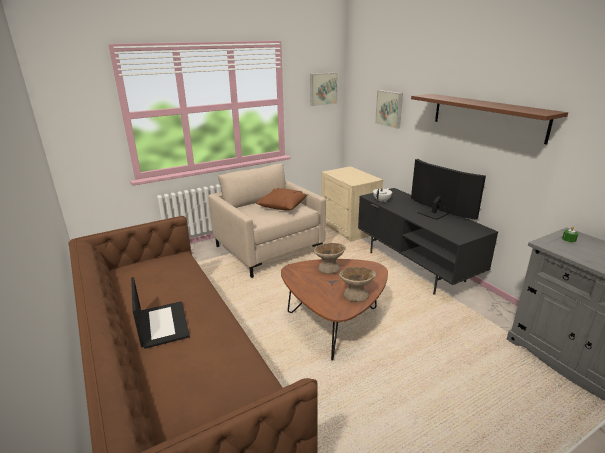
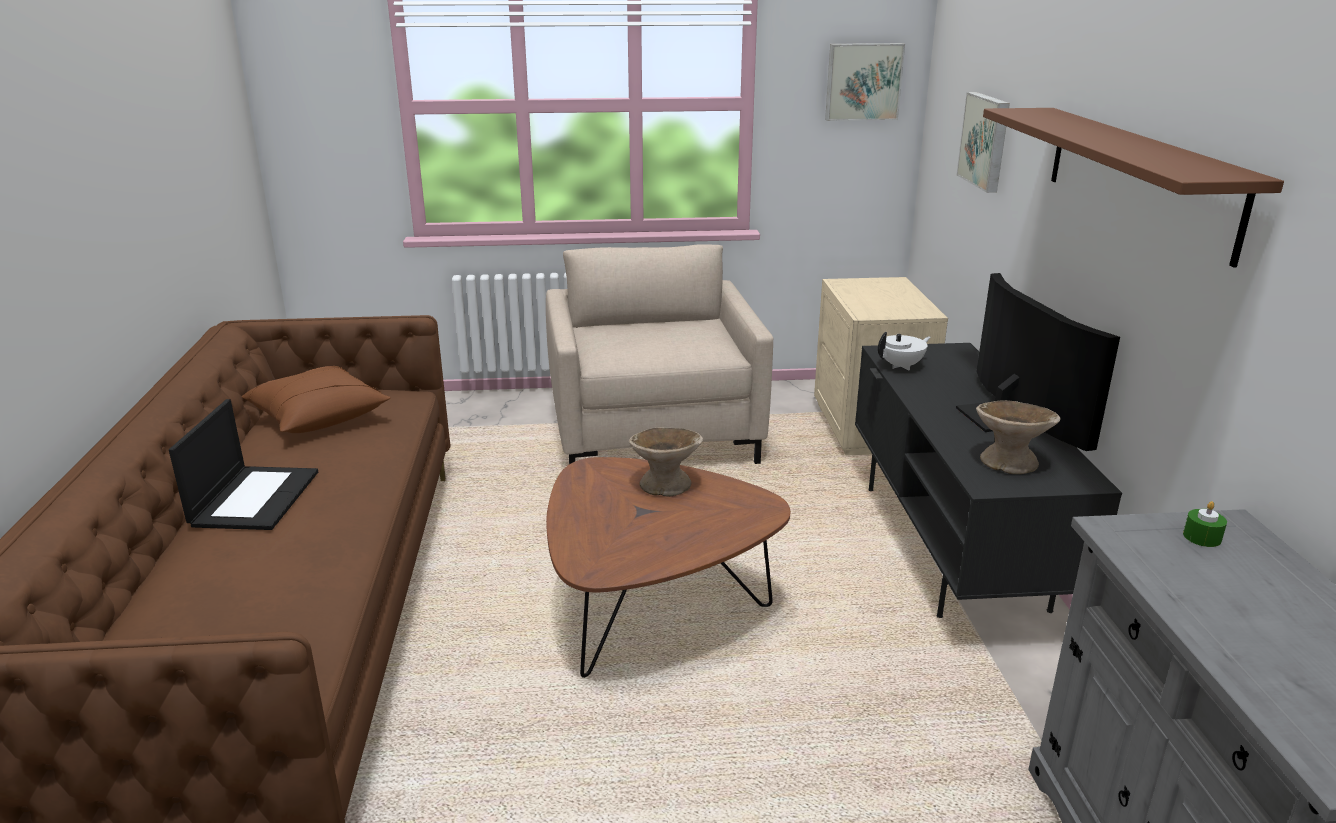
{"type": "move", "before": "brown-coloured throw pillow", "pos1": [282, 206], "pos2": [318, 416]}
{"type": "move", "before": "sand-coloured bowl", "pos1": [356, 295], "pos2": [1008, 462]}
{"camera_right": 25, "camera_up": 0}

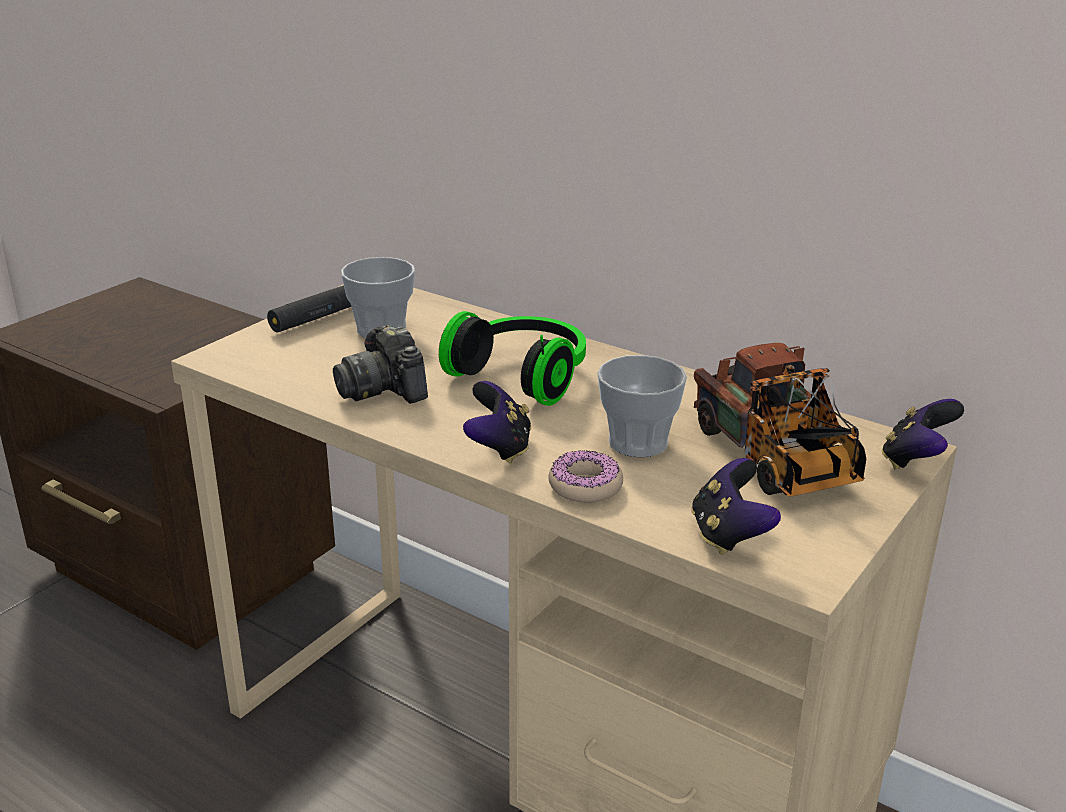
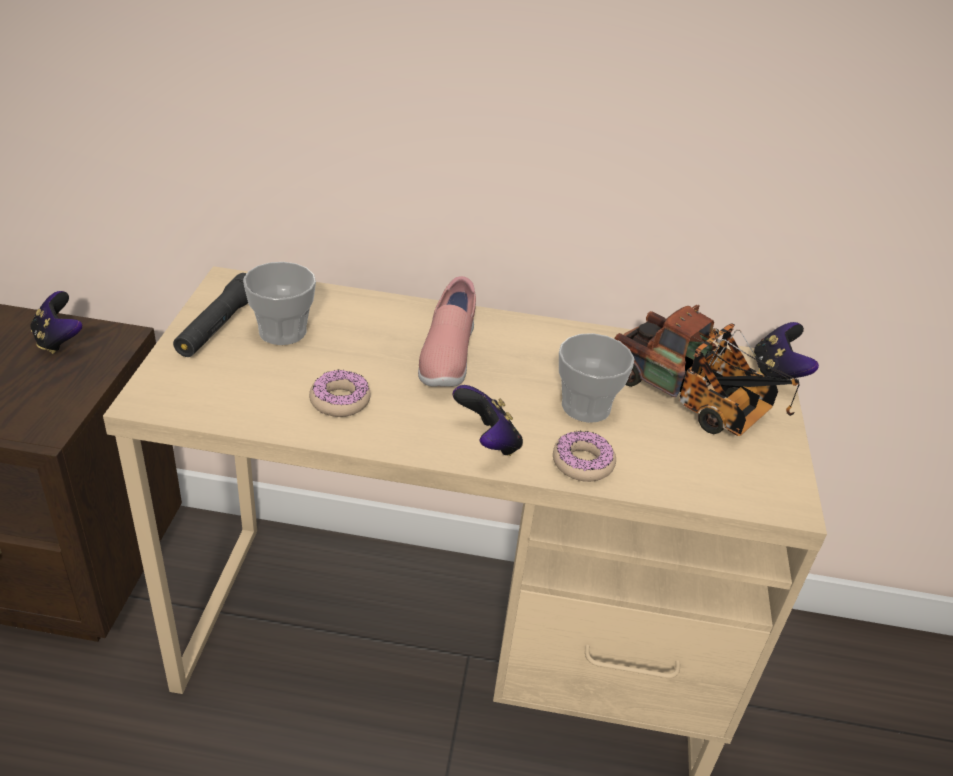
{"type": "move", "before": "gamepad", "pos1": [729, 535], "pos2": [58, 340]}
{"type": "replace", "before": "photo camera", "after": "ring doughnut", "pos1": [383, 389], "pos2": [340, 401]}
{"type": "replace", "before": "headset", "after": "pink-coloured low shoe", "pos1": [524, 376], "pos2": [446, 357]}
{"camera_right": -30, "camera_up": 10}

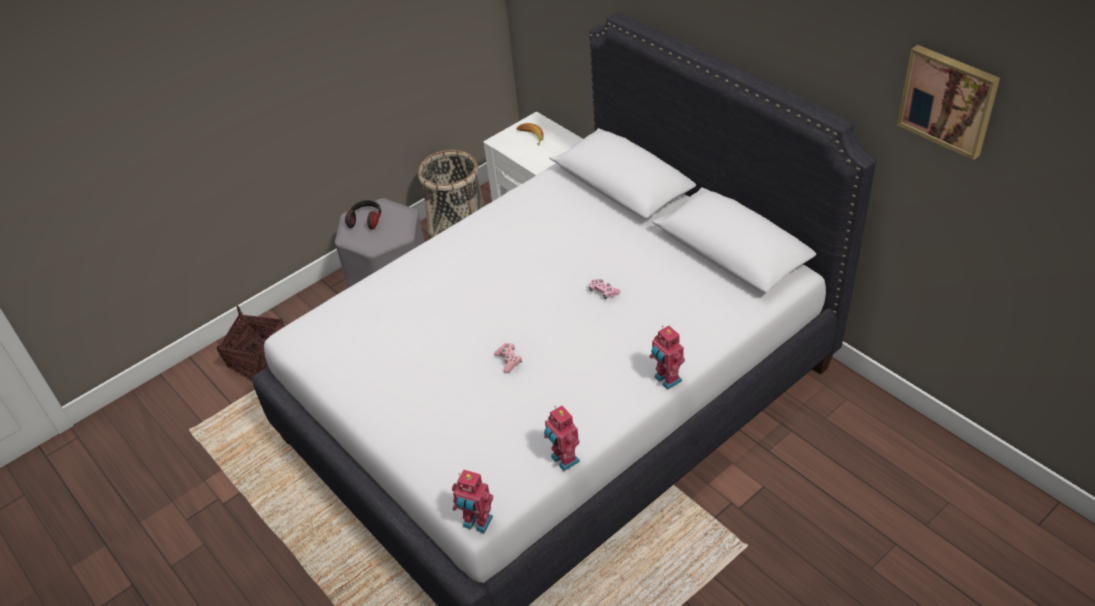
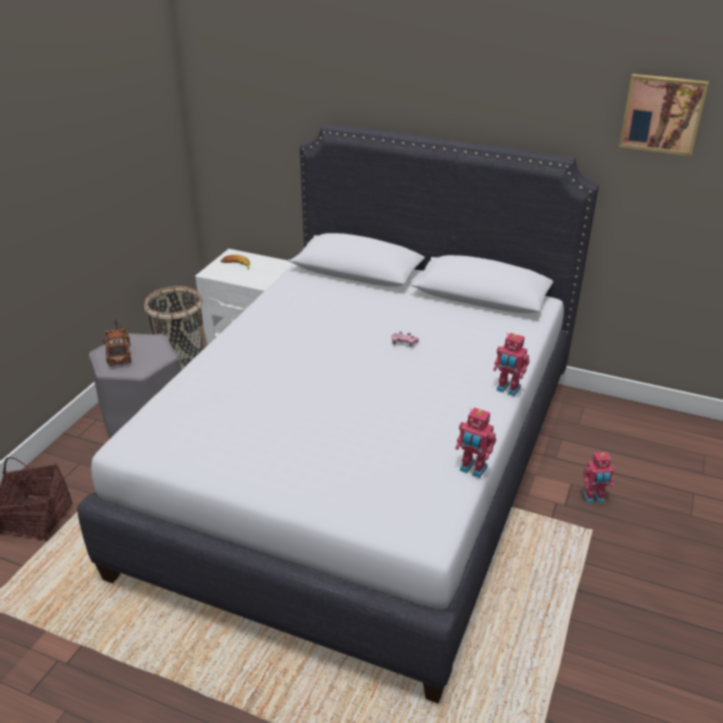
{"type": "delete", "before": "pink-coloured gamepad", "pos1": [508, 361]}
{"type": "move", "before": "toy robot", "pos1": [477, 523], "pos2": [593, 498]}
{"type": "replace", "before": "headset", "after": "toy lorry", "pos1": [366, 220], "pos2": [119, 352]}
{"camera_right": -30, "camera_up": -10}

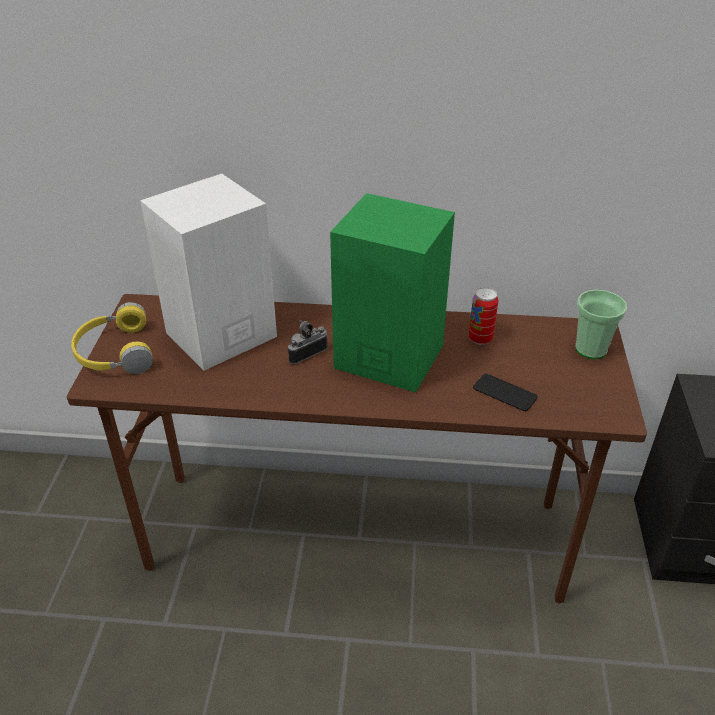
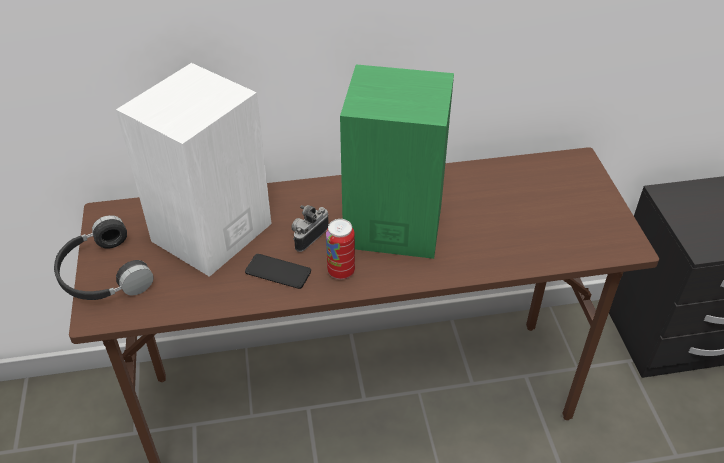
{"type": "delete", "before": "cup", "pos1": [591, 349]}
{"type": "move", "before": "can", "pos1": [480, 339], "pos2": [341, 271]}
{"type": "move", "before": "telephone", "pos1": [504, 393], "pos2": [278, 272]}
{"type": "recolor", "before": "yellowish headset", "after": "blackish headset", "pos1": [113, 352], "pos2": [102, 274]}
{"camera_right": -15, "camera_up": 5}

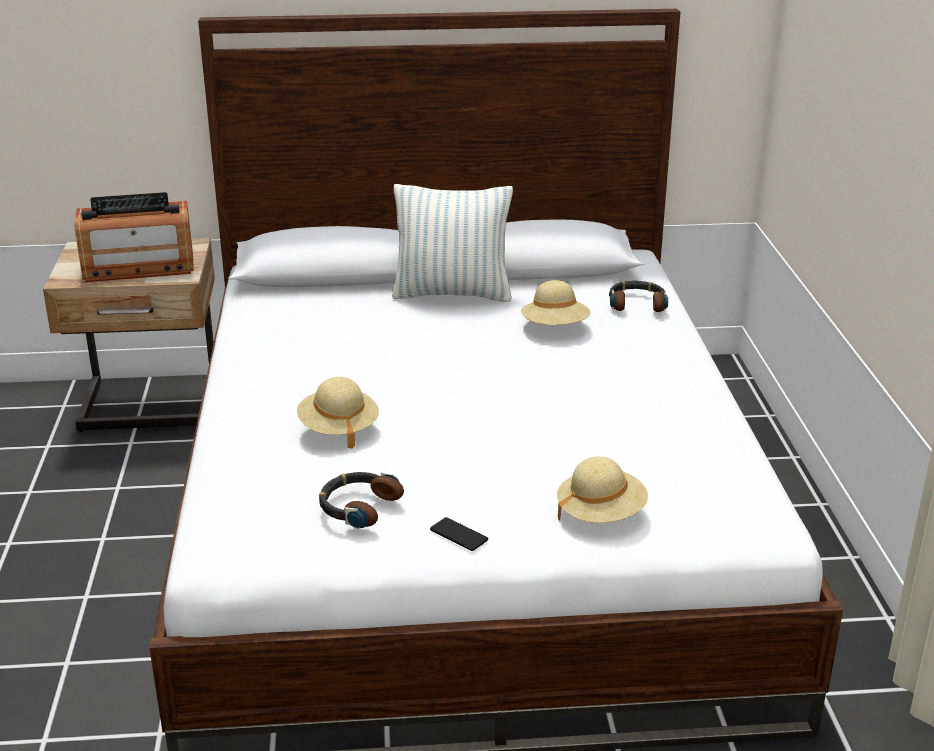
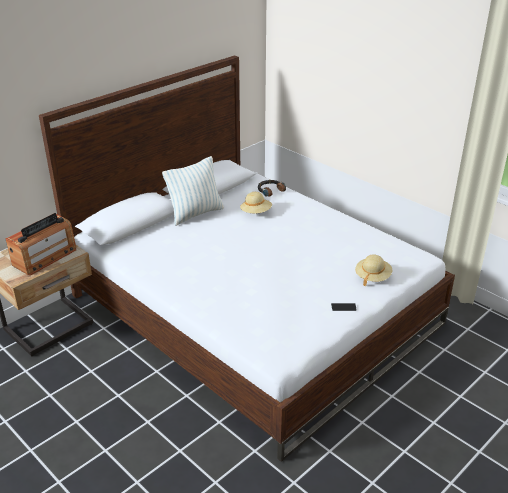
{"type": "delete", "before": "sand-coloured clothing hat", "pos1": [338, 429]}
{"type": "delete", "before": "headset", "pos1": [358, 506]}
{"camera_right": -40, "camera_up": 5}

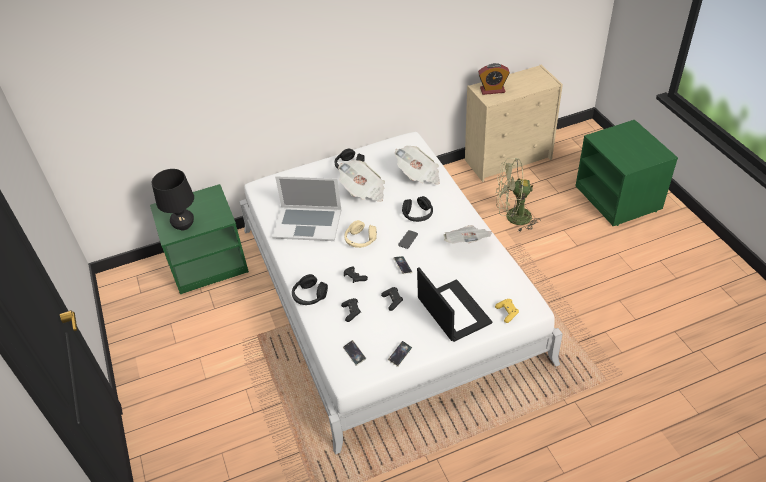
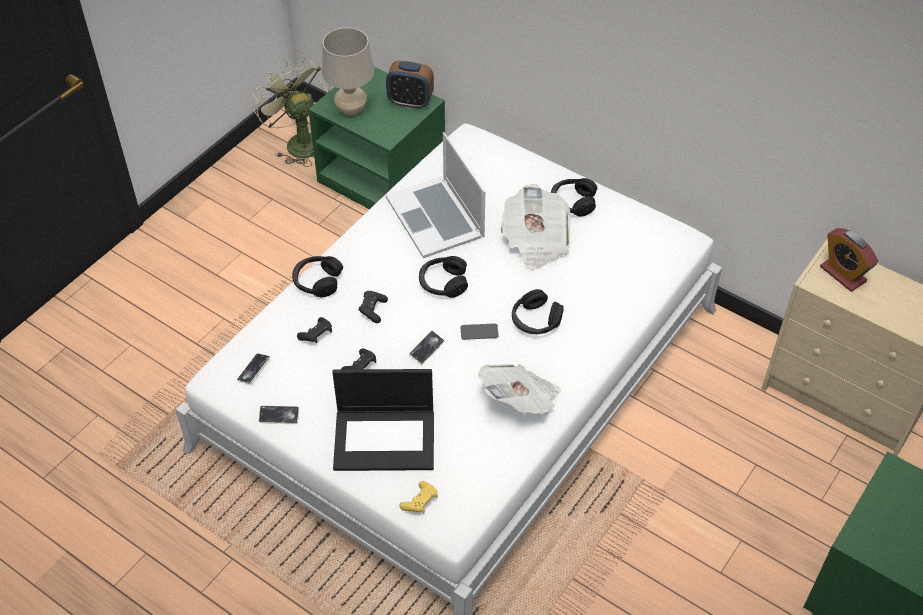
{"type": "delete", "before": "daily paper", "pos1": [419, 175]}
{"type": "insert", "after": "table clock", "pos2": [410, 102]}
{"type": "move", "before": "greenish fan", "pos1": [512, 218], "pos2": [299, 142]}
{"type": "recolor", "before": "blackish tabletop lamp", "after": "sand-coloured tabletop lamp", "pos1": [184, 226], "pos2": [351, 109]}
{"type": "recolor", "before": "sand-coloured headset", "after": "blackish headset", "pos1": [360, 240], "pos2": [443, 283]}
{"type": "rotate", "before": "notebook computer", "pos1": [452, 310], "pos2": [386, 439], "turn": 60}
{"camera_right": 55, "camera_up": 5}

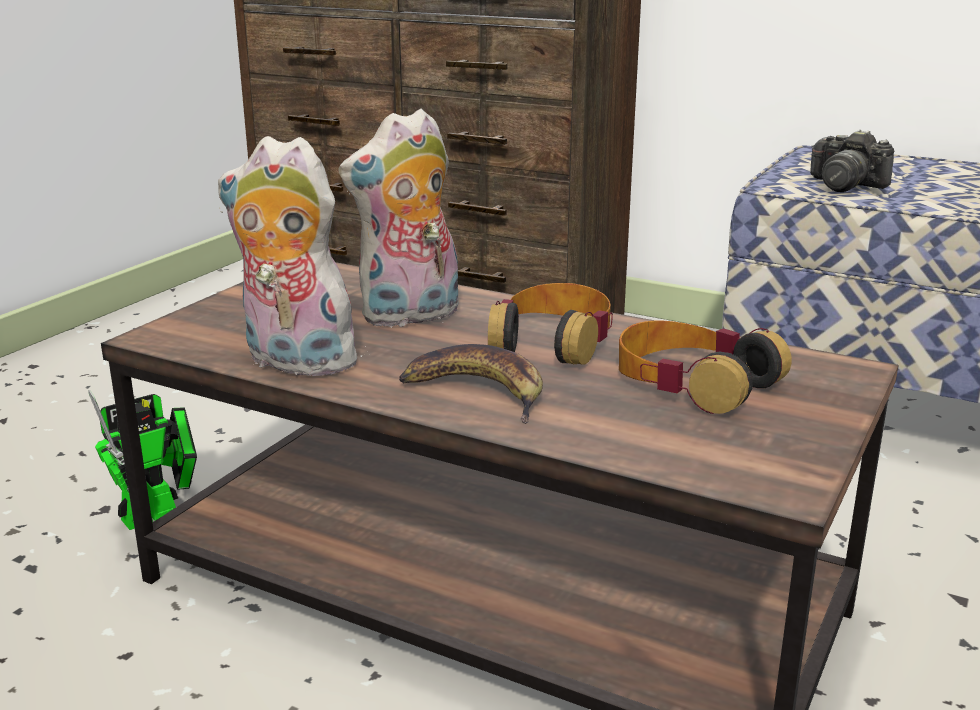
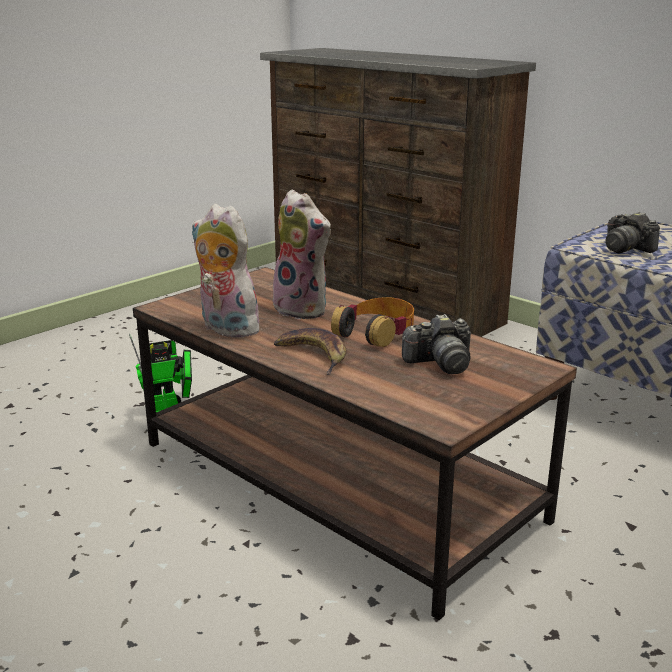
{"type": "replace", "before": "headset", "after": "photo camera", "pos1": [693, 382], "pos2": [440, 363]}
{"type": "rotate", "before": "cuddly toy", "pos1": [410, 316], "pos2": [304, 309], "turn": -120}
{"camera_right": 15, "camera_up": 0}

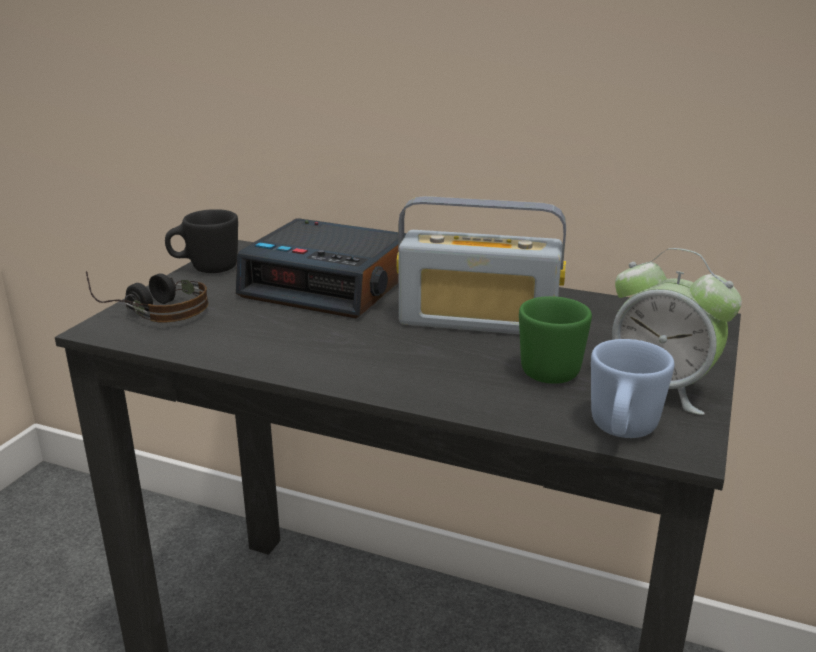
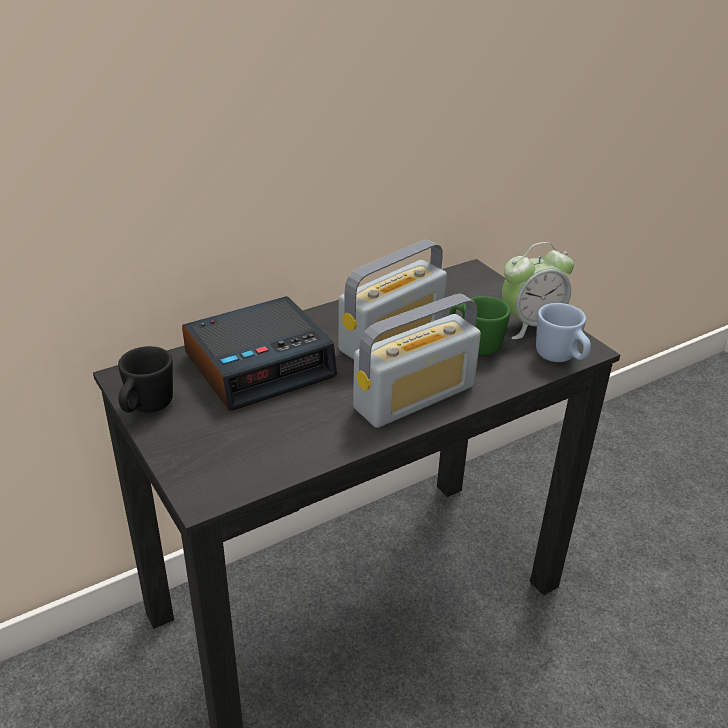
{"type": "delete", "before": "headset", "pos1": [150, 309]}
{"type": "insert", "after": "radio", "pos2": [415, 397]}
{"camera_right": -55, "camera_up": 10}

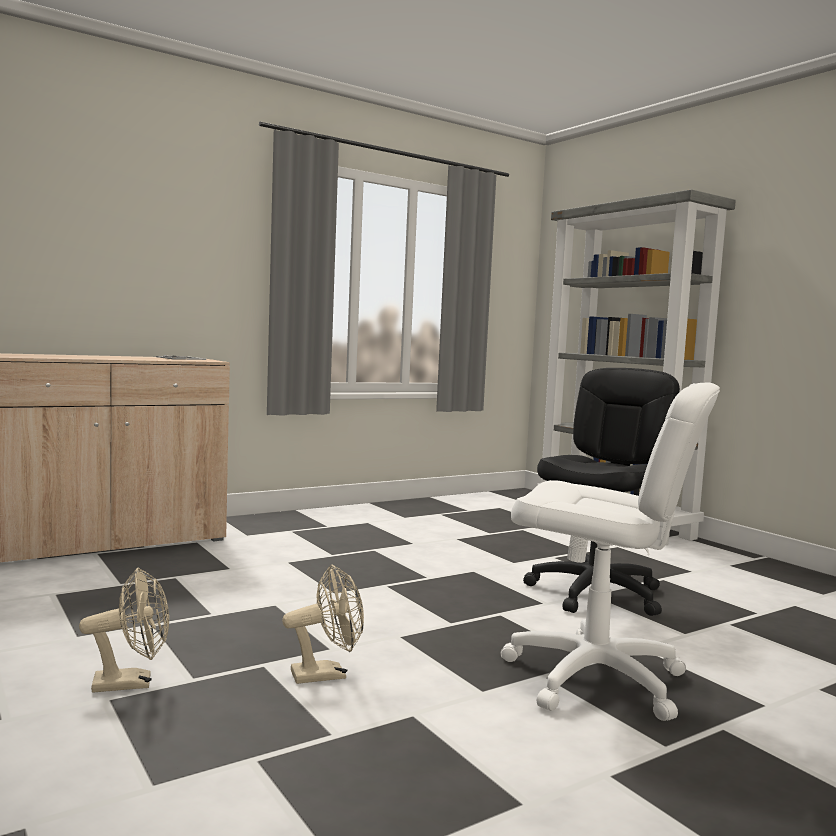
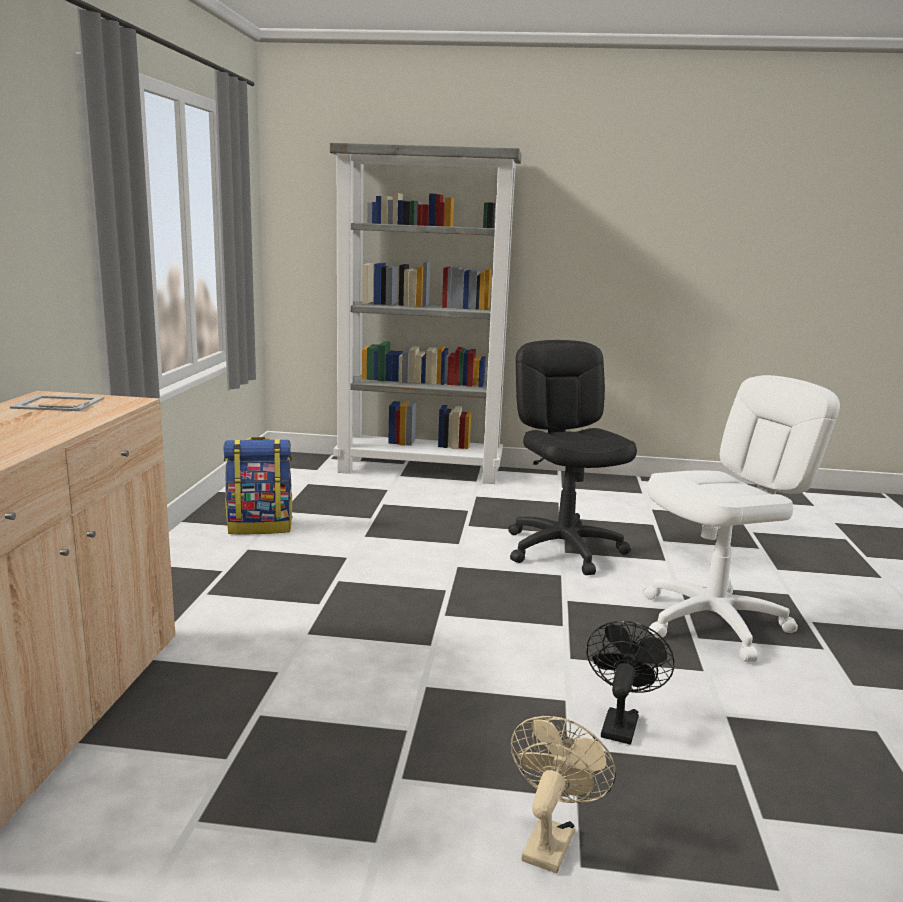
{"type": "insert", "after": "rucksack", "pos2": [260, 526]}
{"type": "recolor", "before": "sand-coloured fan", "after": "blackish fan", "pos1": [327, 674], "pos2": [620, 722]}
{"camera_right": -50, "camera_up": 10}

